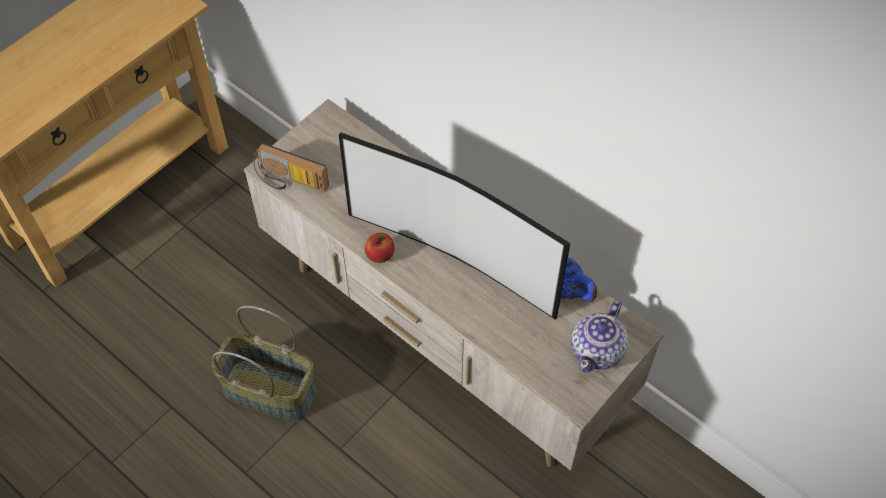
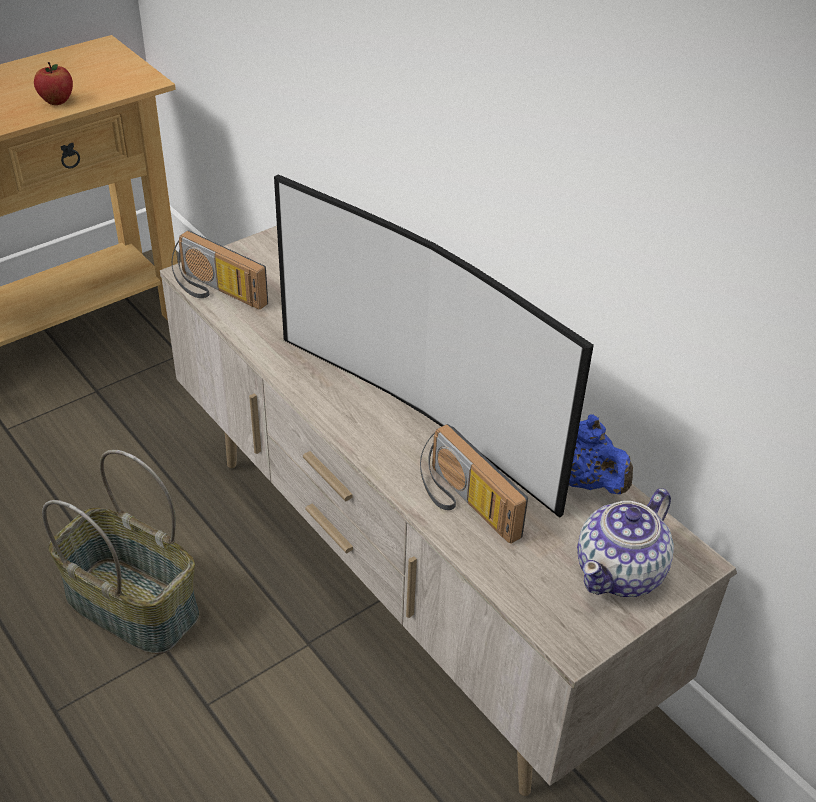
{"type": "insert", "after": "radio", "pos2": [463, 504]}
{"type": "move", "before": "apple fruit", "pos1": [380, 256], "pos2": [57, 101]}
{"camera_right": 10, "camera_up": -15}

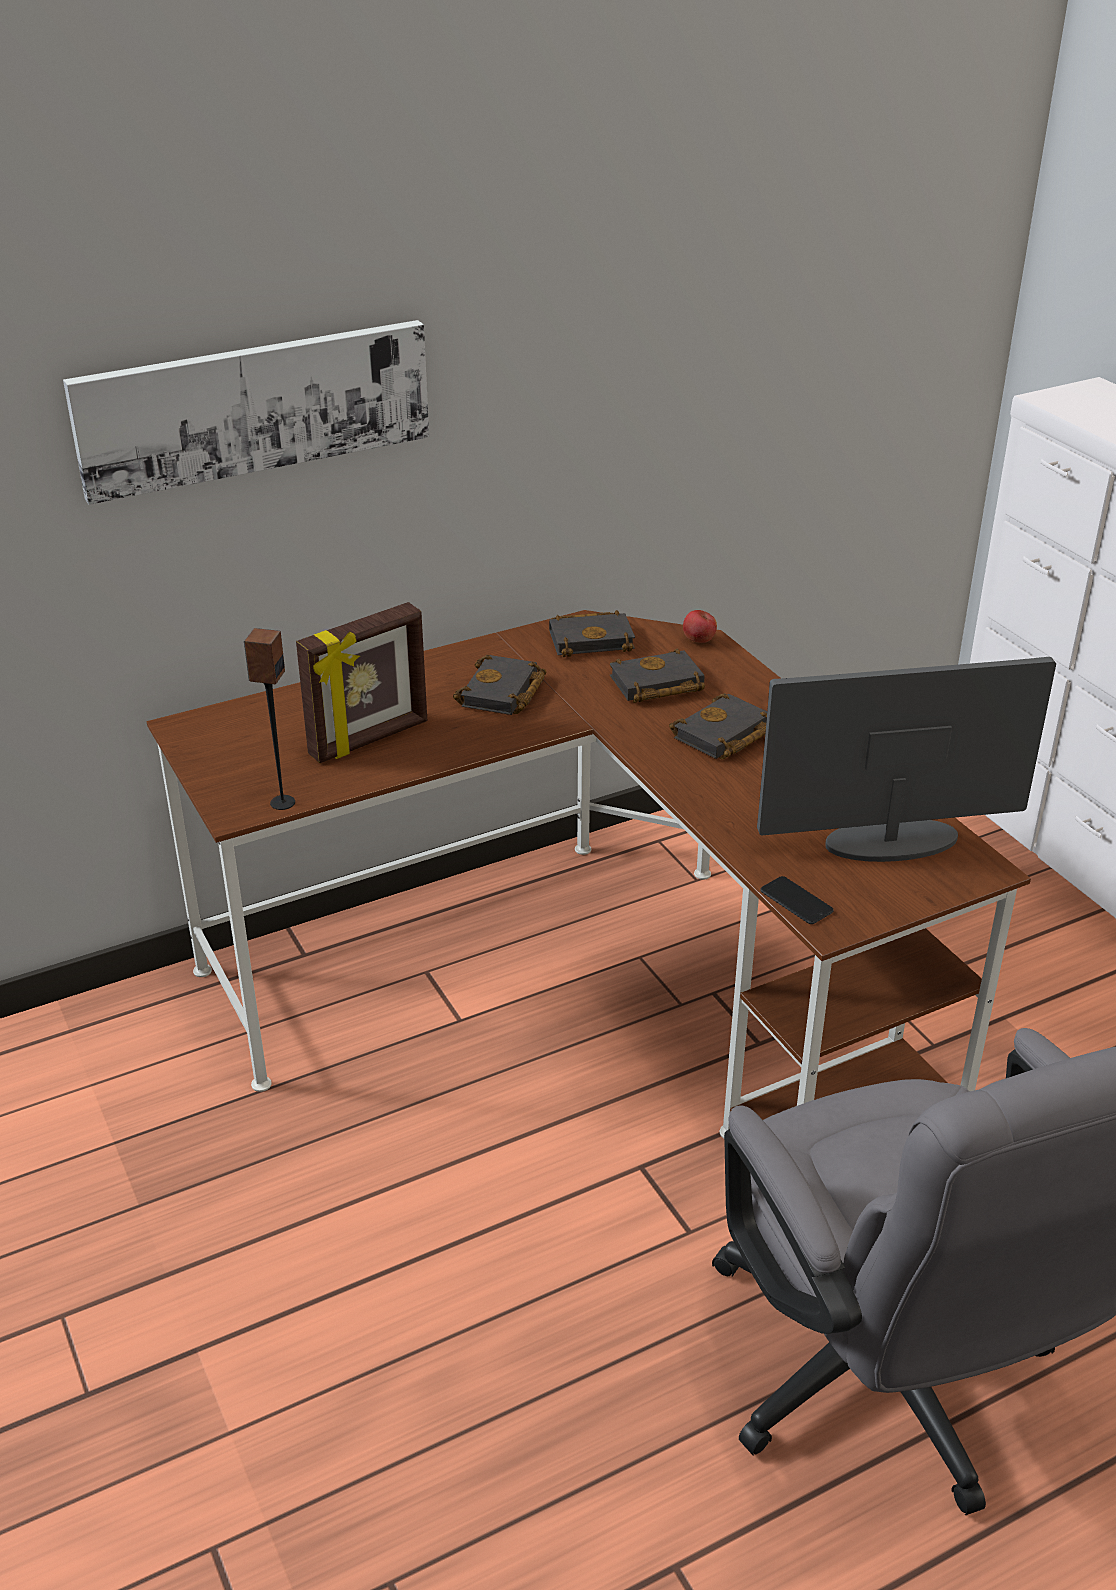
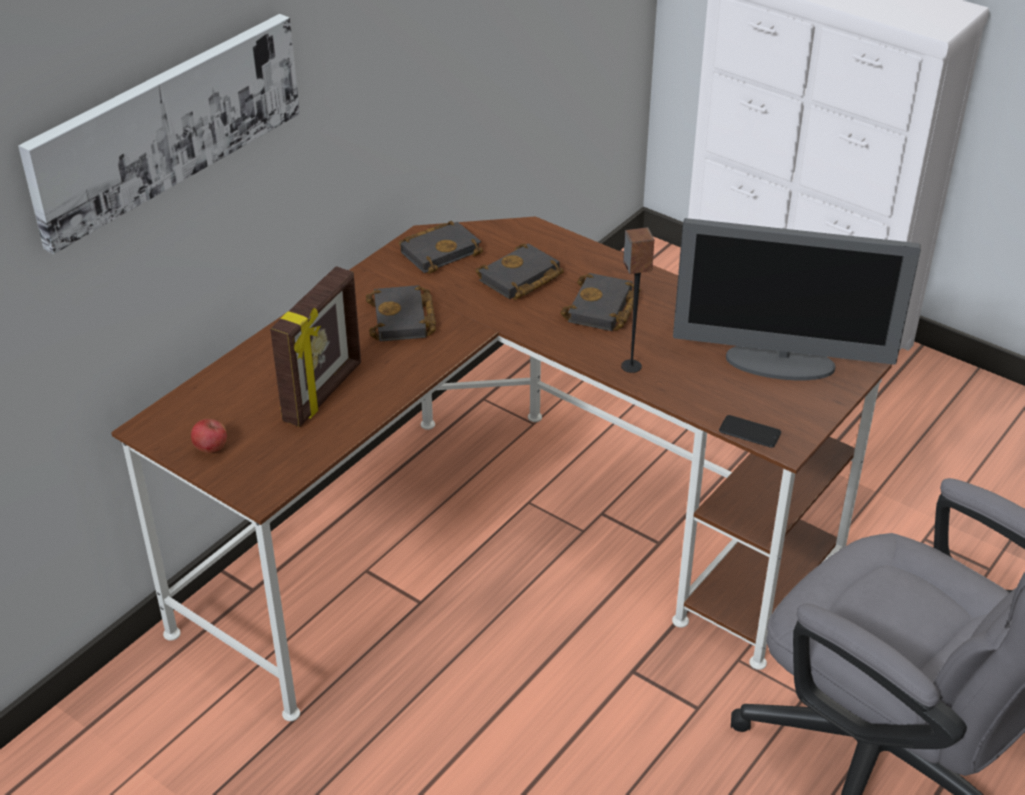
{"type": "move", "before": "audio speaker", "pos1": [282, 802], "pos2": [630, 366]}
{"type": "move", "before": "apple fruit", "pos1": [699, 641], "pos2": [211, 448]}
{"type": "rotate", "before": "computer display", "pos1": [890, 841], "pos2": [781, 363], "turn": -135}
{"camera_right": -25, "camera_up": 5}

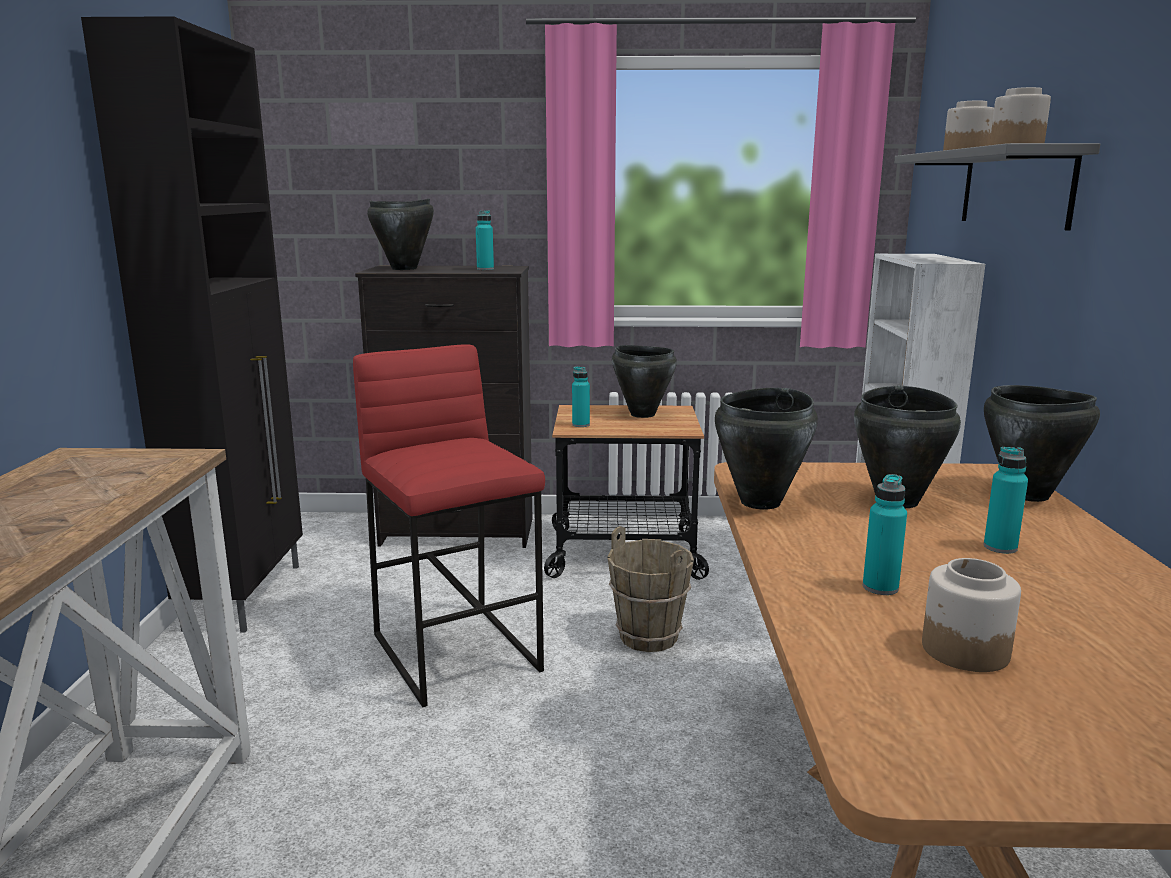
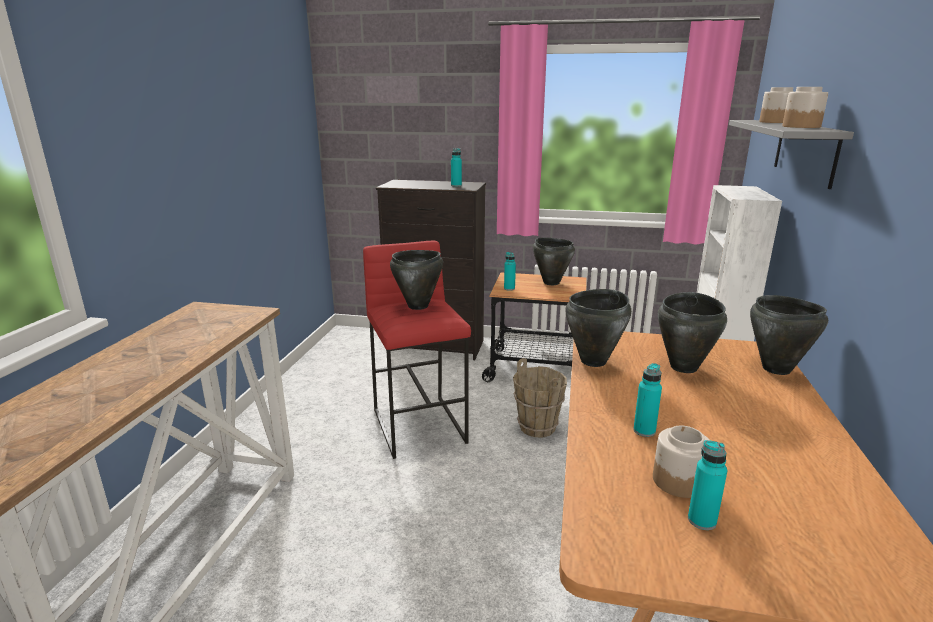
{"type": "delete", "before": "blackish storage cabinet", "pos1": [246, 595]}
{"type": "move", "before": "blackish cooking pot", "pos1": [404, 269], "pos2": [418, 306]}
{"type": "move", "before": "turquoise beverage bottle", "pos1": [1000, 547], "pos2": [702, 520]}
{"camera_right": 10, "camera_up": 5}

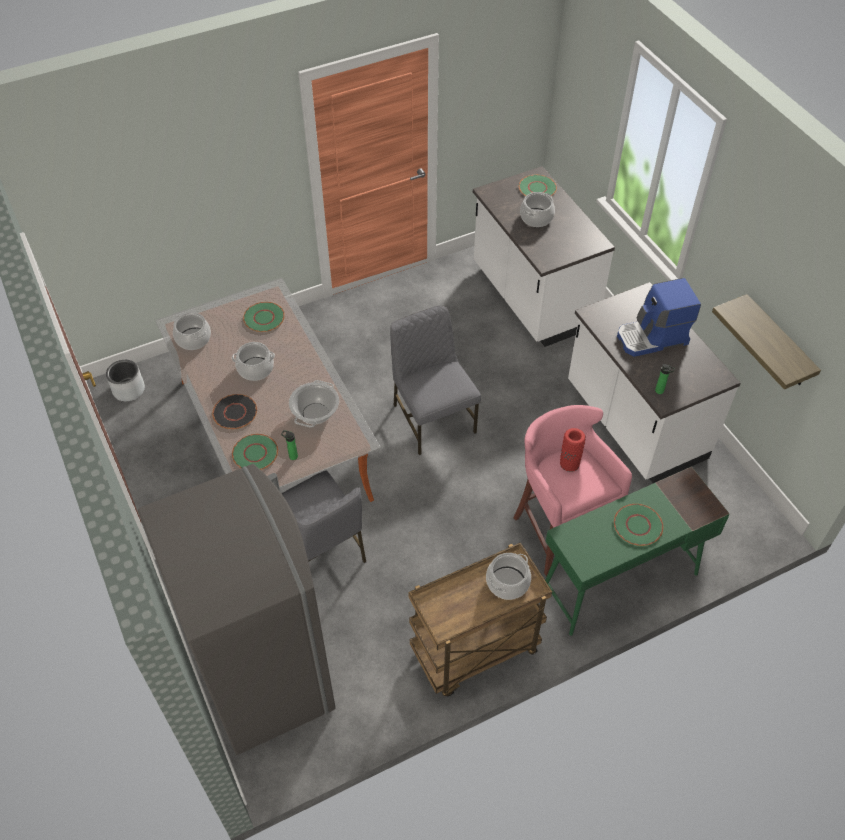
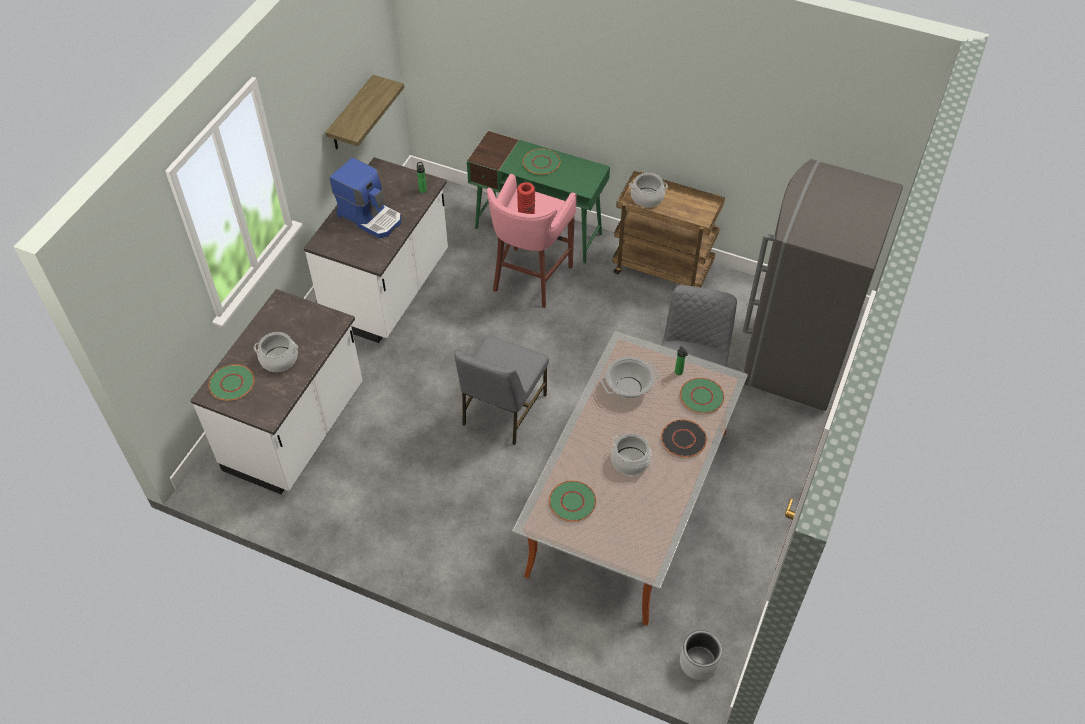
{"type": "delete", "before": "cooking pot", "pos1": [193, 339]}
{"camera_right": -130, "camera_up": 0}

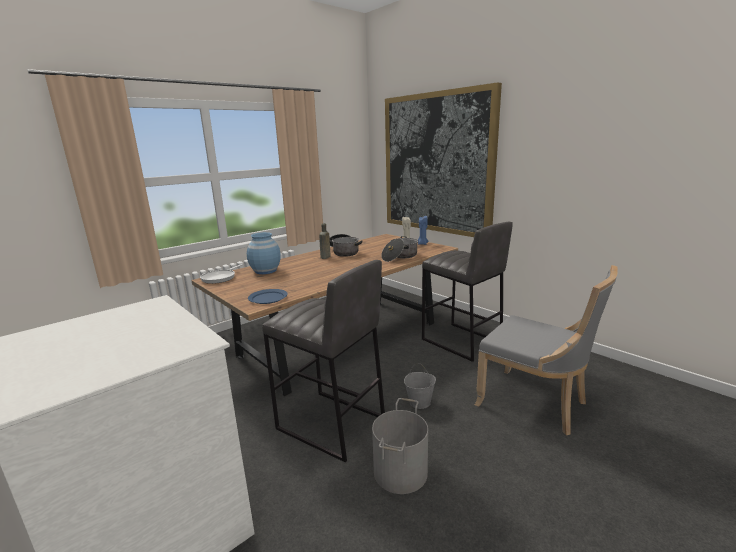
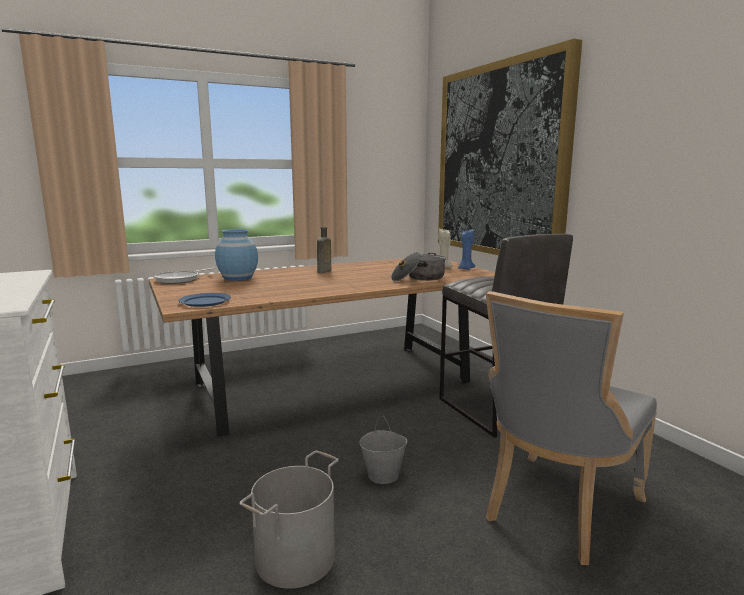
{"type": "delete", "before": "gray stool", "pos1": [331, 424]}
{"type": "delete", "before": "cooking pot", "pos1": [344, 252]}
{"type": "rotate", "before": "gray plain chair", "pos1": [536, 403], "pos2": [557, 510], "turn": 75}
{"camera_right": 15, "camera_up": -5}

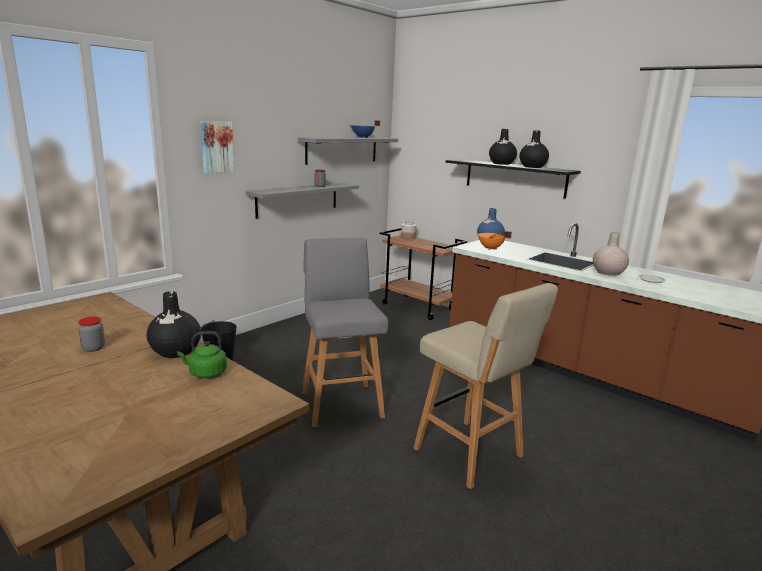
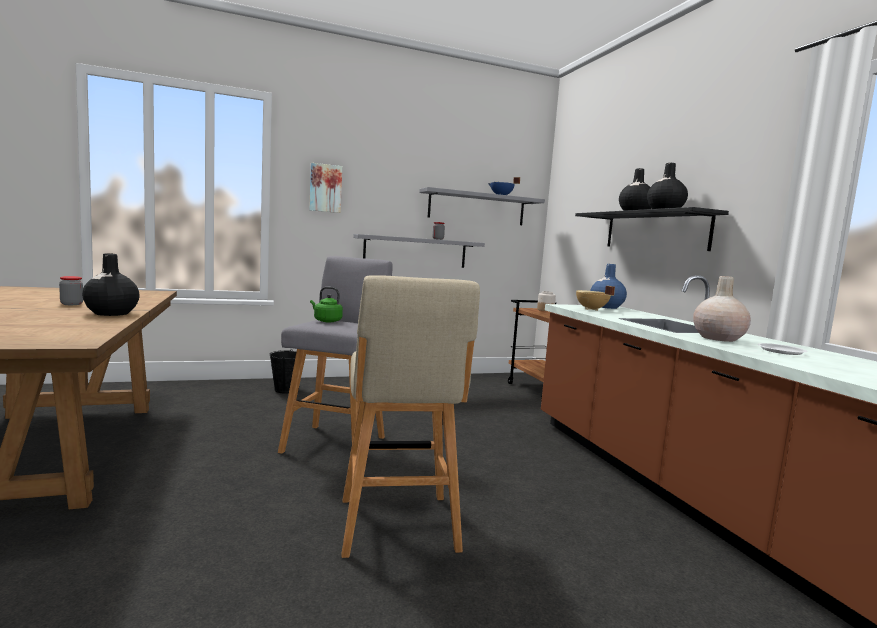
{"type": "move", "before": "greenish tea kettle", "pos1": [206, 373], "pos2": [326, 321]}
{"type": "recolor", "before": "orange cooking pot", "after": "sand-coloured cooking pot", "pos1": [490, 248], "pos2": [591, 309]}
{"camera_right": 30, "camera_up": -10}

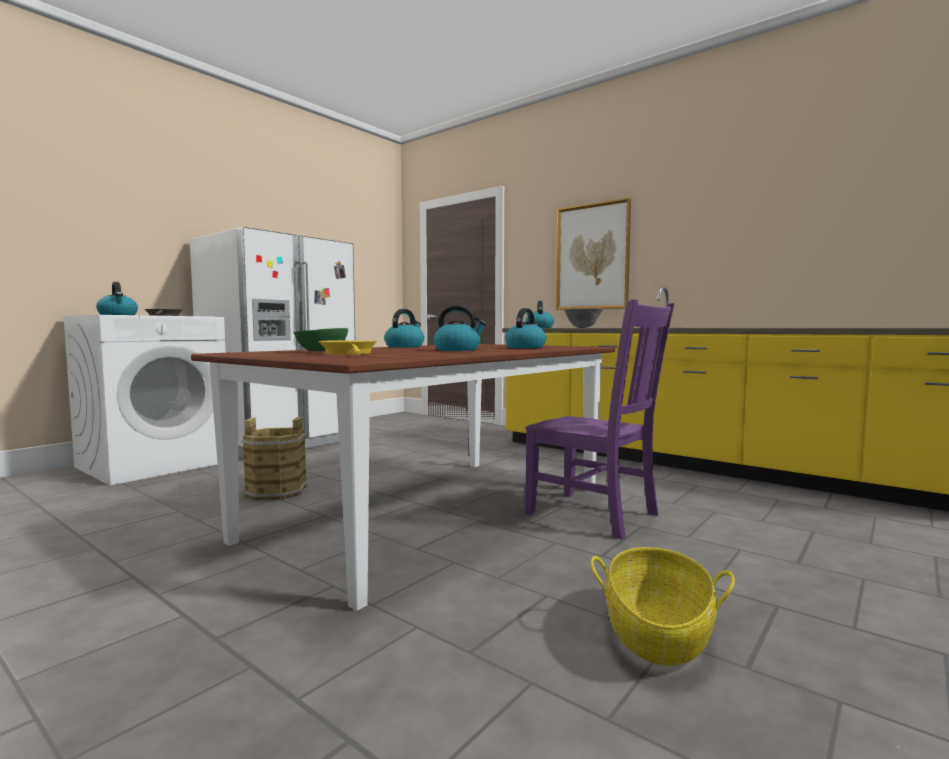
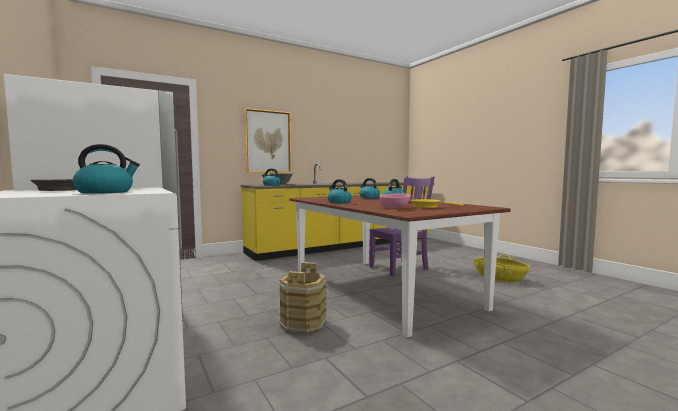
{"type": "recolor", "before": "greenish bowl", "after": "pink-coloured bowl", "pos1": [323, 351], "pos2": [394, 207]}
{"camera_right": -70, "camera_up": 0}

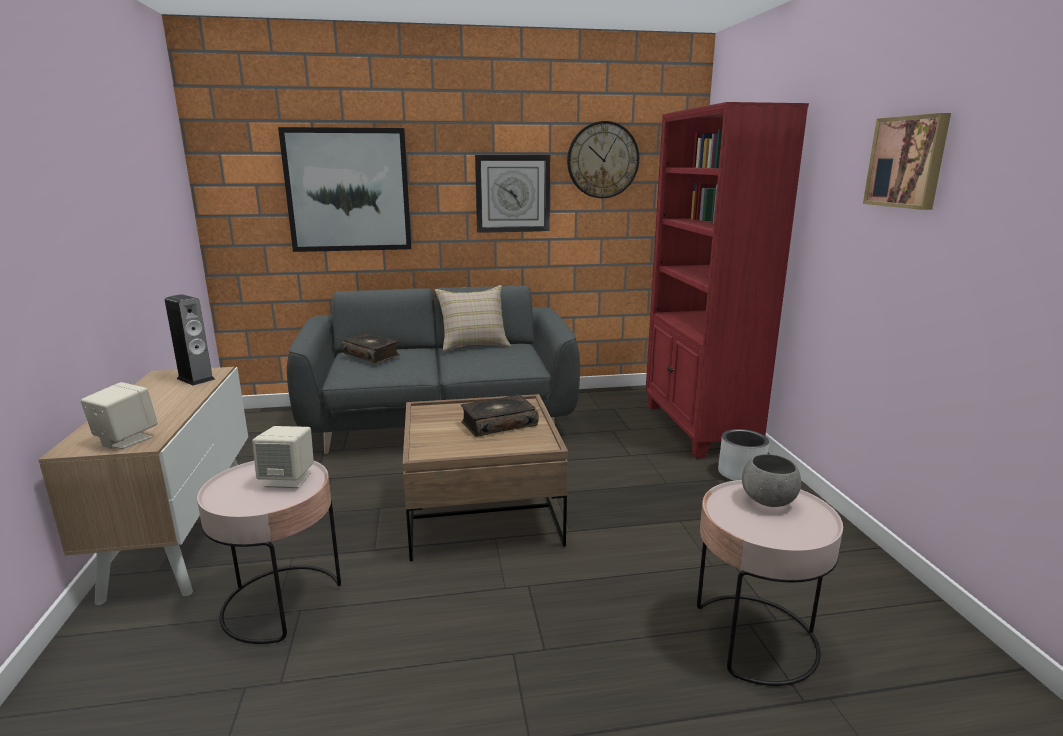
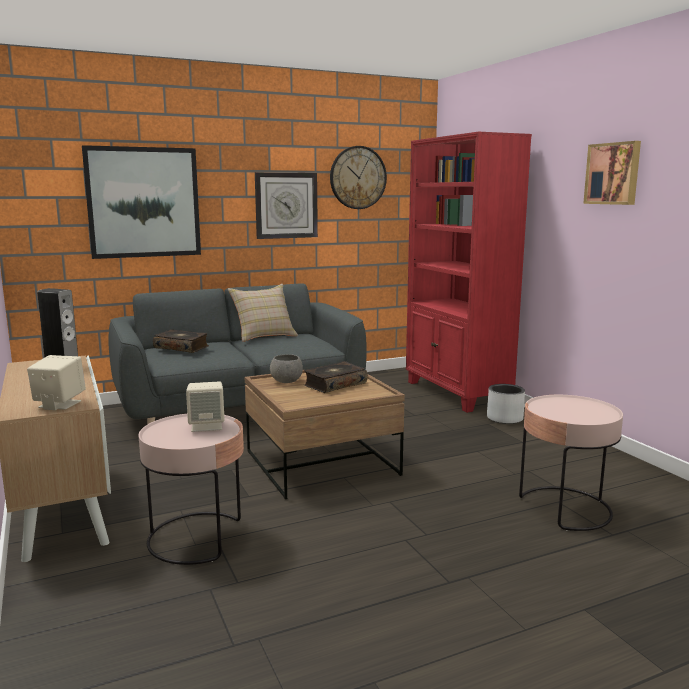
{"type": "move", "before": "gray bowl", "pos1": [769, 501], "pos2": [287, 381]}
{"camera_right": -15, "camera_up": -5}

